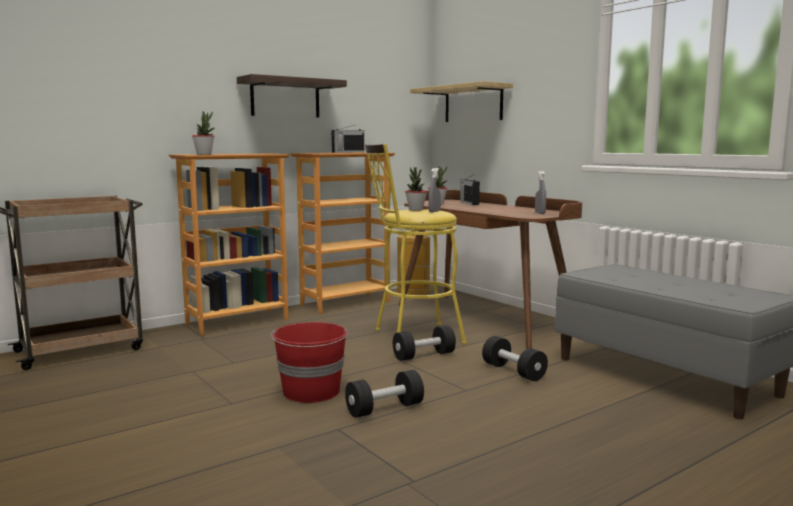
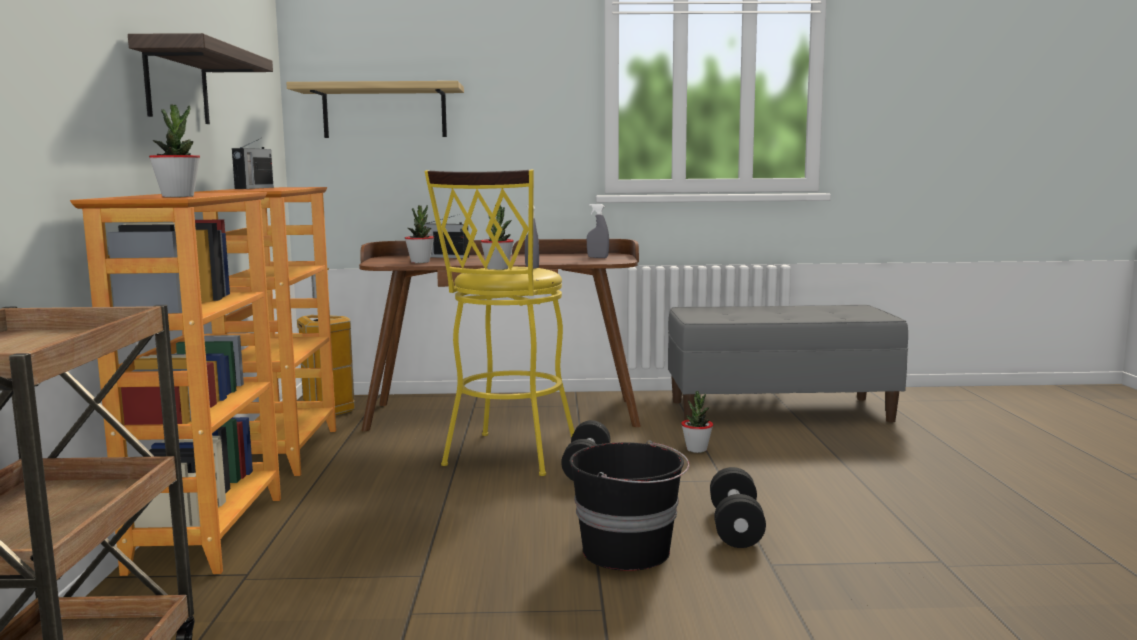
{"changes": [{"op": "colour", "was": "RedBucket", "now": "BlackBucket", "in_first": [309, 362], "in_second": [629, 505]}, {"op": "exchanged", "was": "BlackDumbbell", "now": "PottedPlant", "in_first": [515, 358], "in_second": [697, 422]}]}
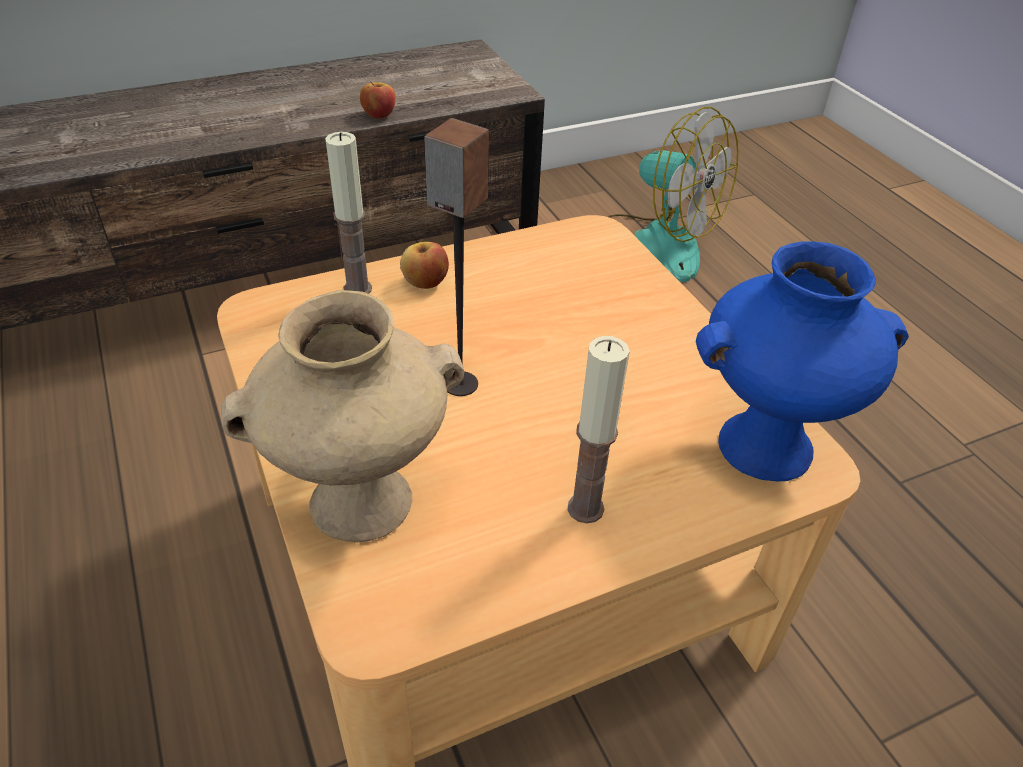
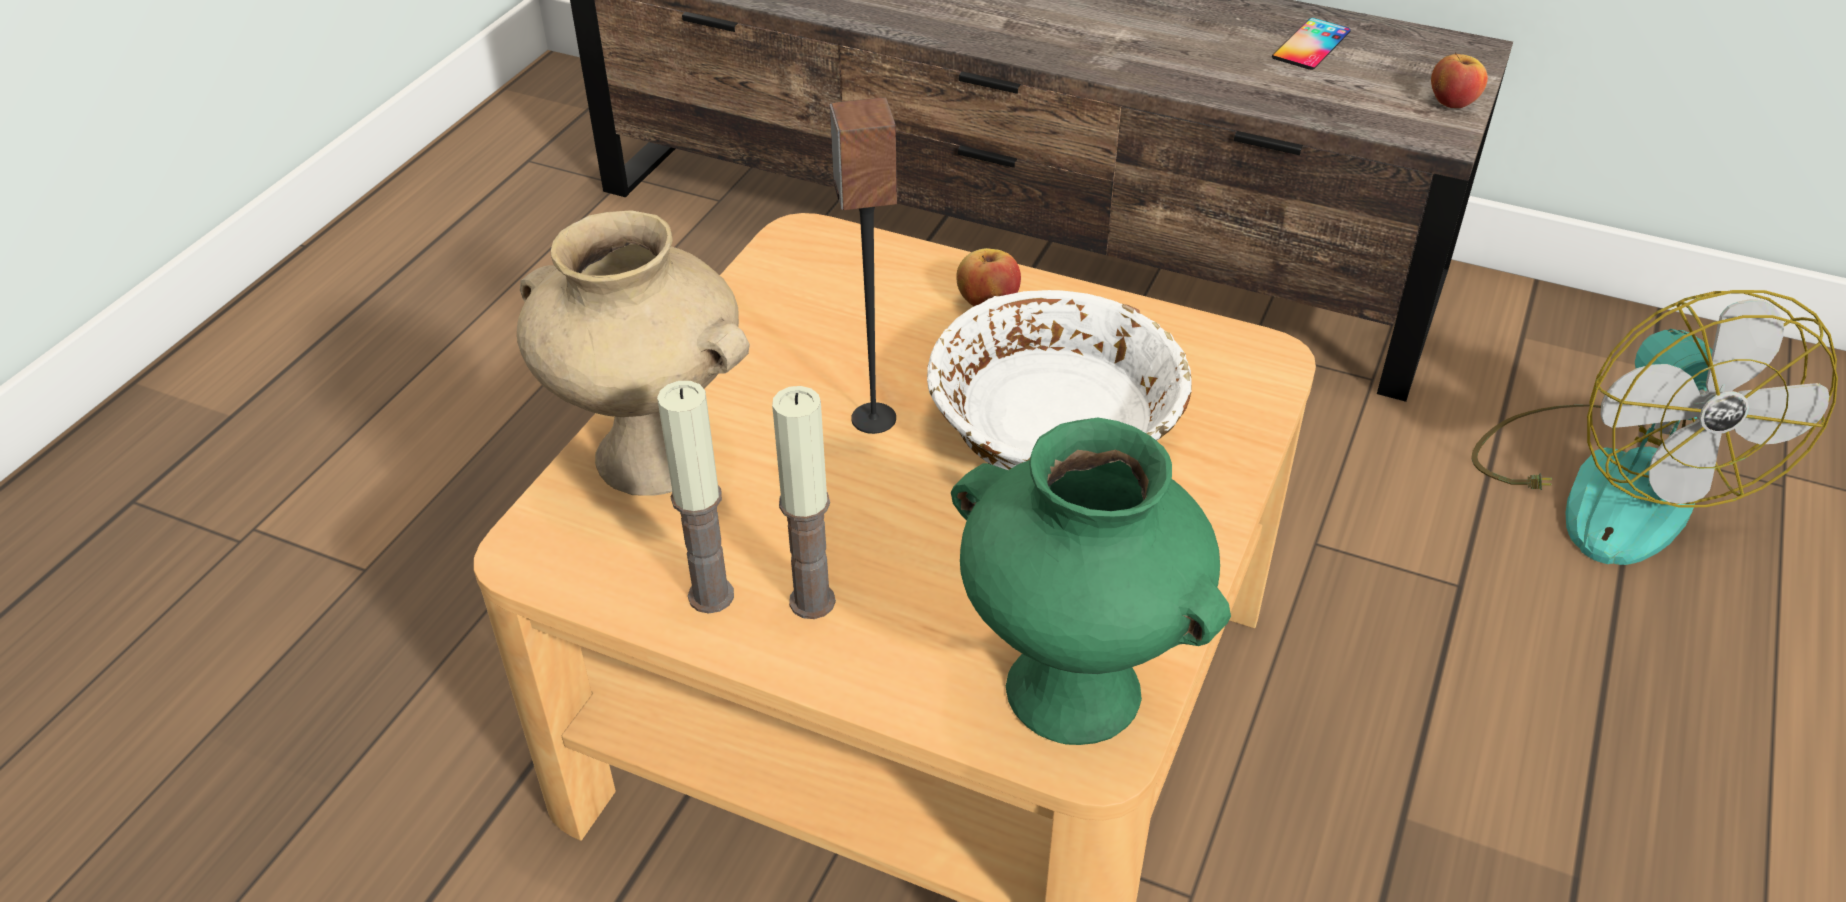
{"changes": [{"op": "relocated", "was": "Apple", "in_first": [378, 100], "in_second": [1459, 80]}, {"op": "relocated", "was": "Candle", "in_first": [348, 213], "in_second": [695, 497]}, {"op": "colour", "was": "BlueVase", "now": "GreenVase", "in_first": [802, 361], "in_second": [1091, 581]}, {"op": "appeared", "now": "Phone", "in_second": [1311, 44]}, {"op": "appeared", "now": "WhiteBowl", "in_second": [1059, 380]}]}
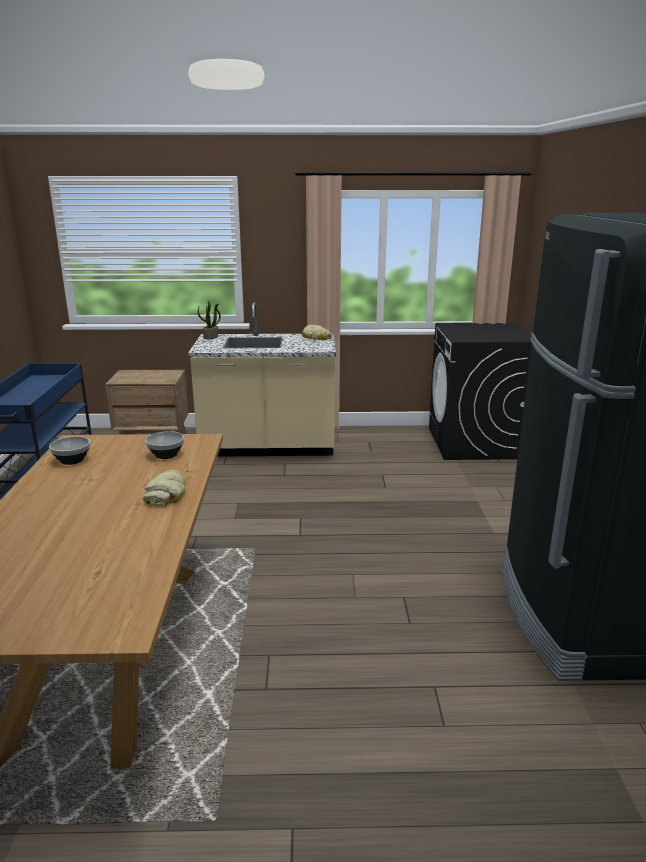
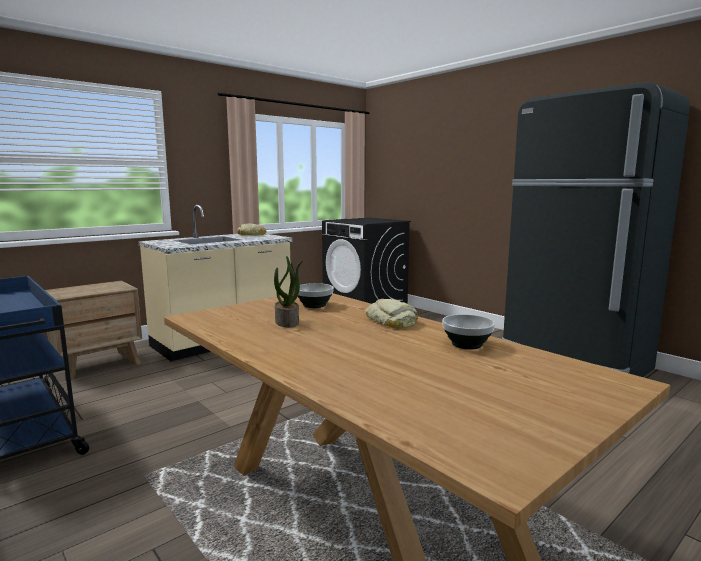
{"changes": [{"op": "relocated", "was": "PottedPlant", "in_first": [209, 319], "in_second": [289, 291]}, {"op": "relocated", "was": "Bowl", "in_first": [69, 450], "in_second": [468, 332]}]}
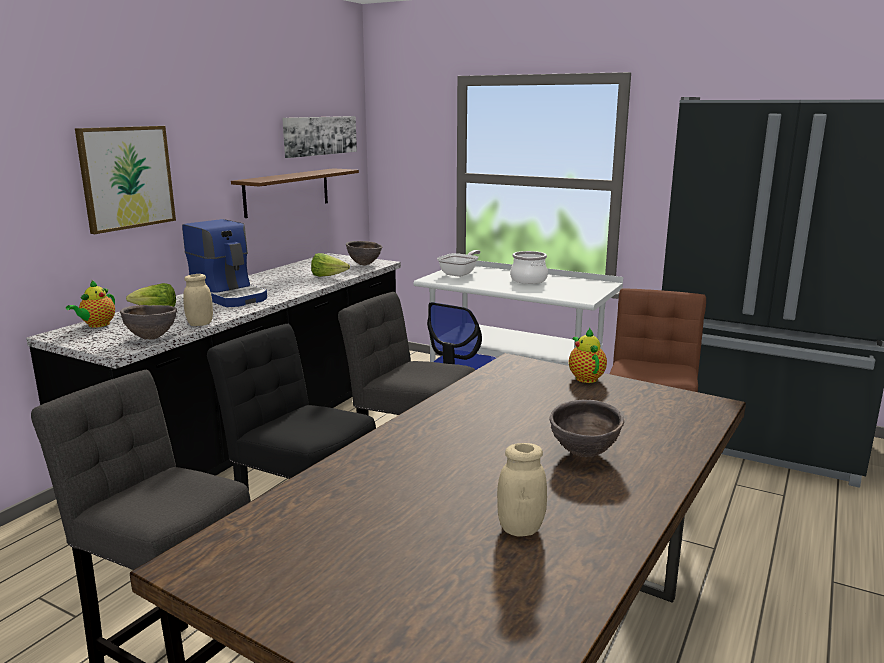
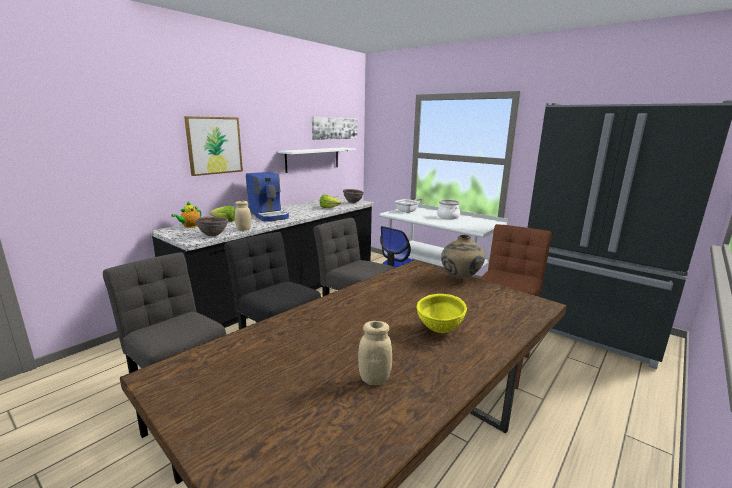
{"changes": [{"op": "colour", "was": "BrownShelf", "now": "WhiteShelf", "in_first": [295, 193], "in_second": [317, 160]}, {"op": "exchanged", "was": "Teapot", "now": "BeigeVase", "in_first": [588, 355], "in_second": [463, 257]}, {"op": "colour", "was": "BrownBowl", "now": "YellowBowl", "in_first": [586, 428], "in_second": [442, 313]}]}
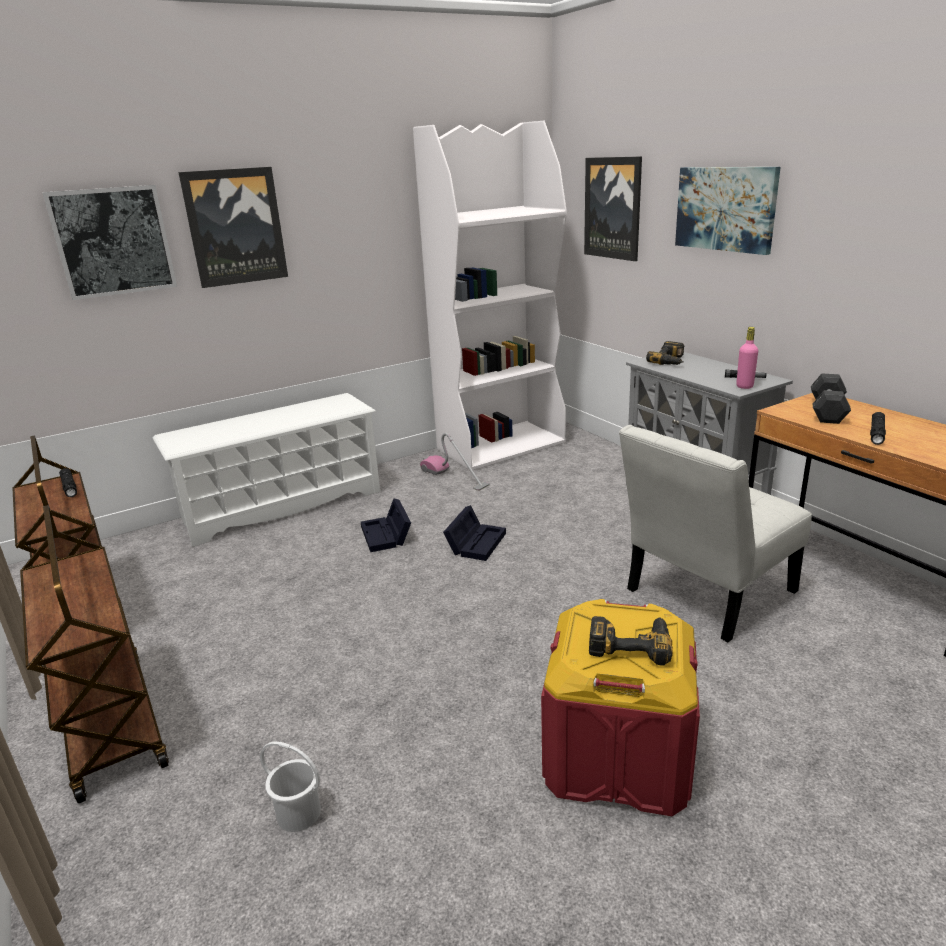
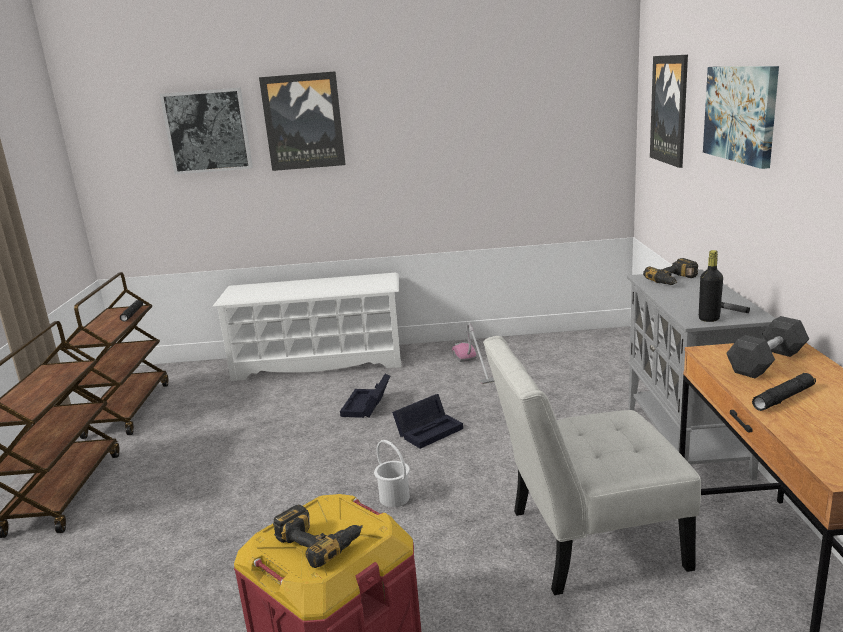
{"changes": [{"op": "missing", "was": "WhiteBookcase", "in_first": [490, 295]}, {"op": "colour", "was": "PinkBottle", "now": "BlackBottle", "in_first": [747, 358], "in_second": [711, 286]}, {"op": "relocated", "was": "WhiteBucket", "in_first": [290, 787], "in_second": [392, 473]}]}
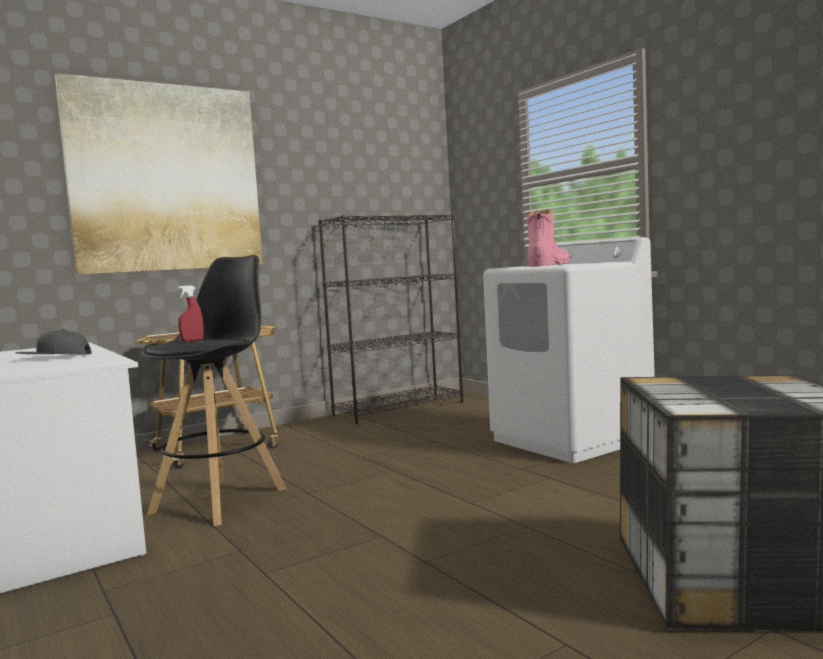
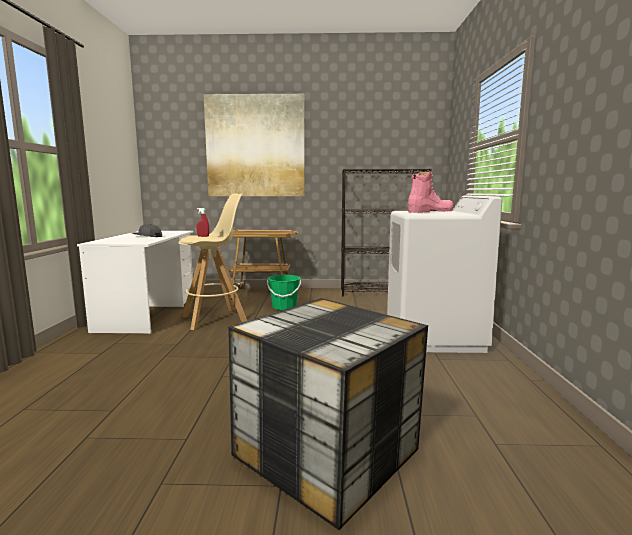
{"changes": [{"op": "colour", "was": "BlackStool", "now": "BeigeStool", "in_first": [214, 390], "in_second": [212, 261]}, {"op": "appeared", "now": "GreenBucket", "in_second": [284, 292]}]}
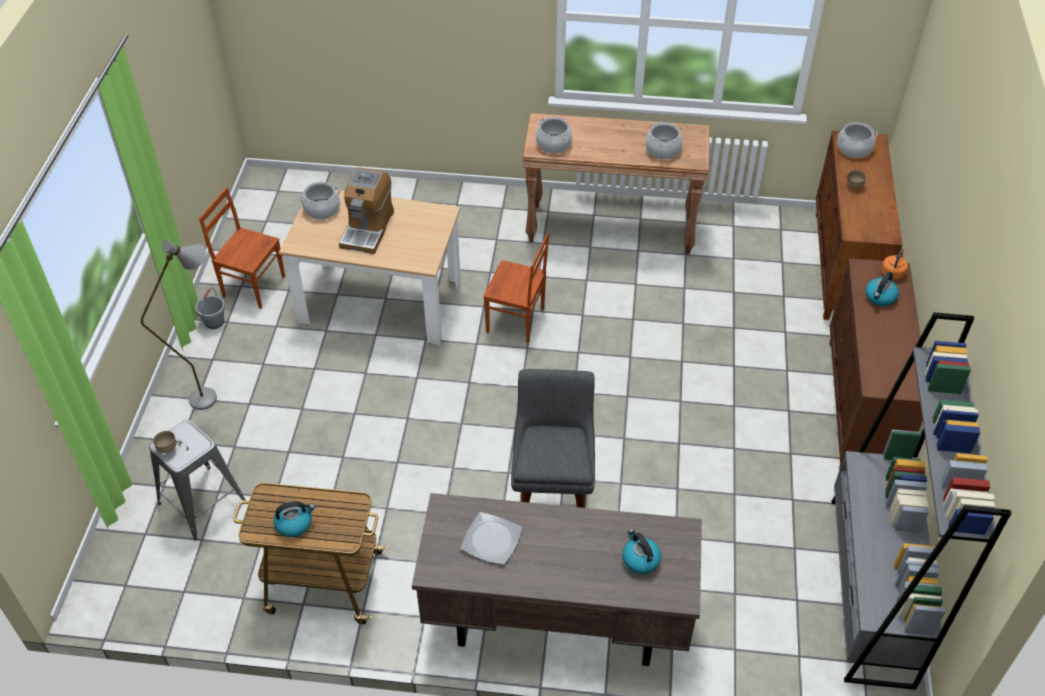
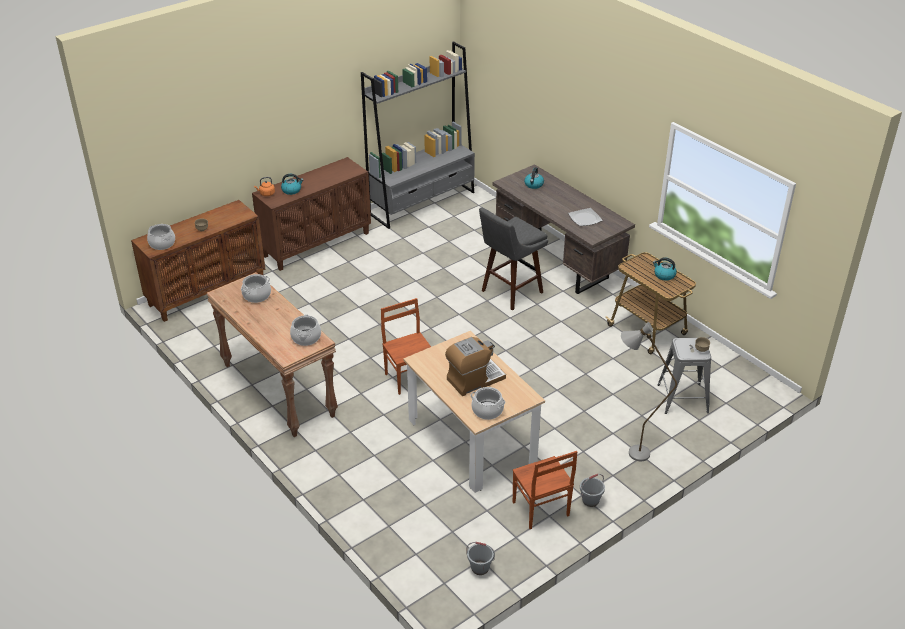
{"changes": [{"op": "appeared", "now": "GreyBucket", "in_second": [480, 558]}]}
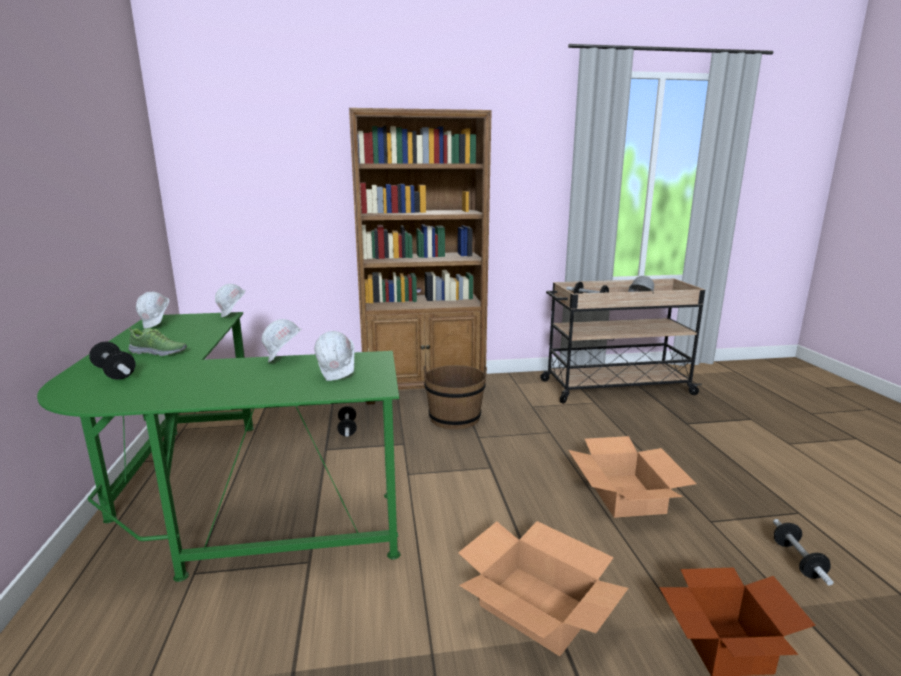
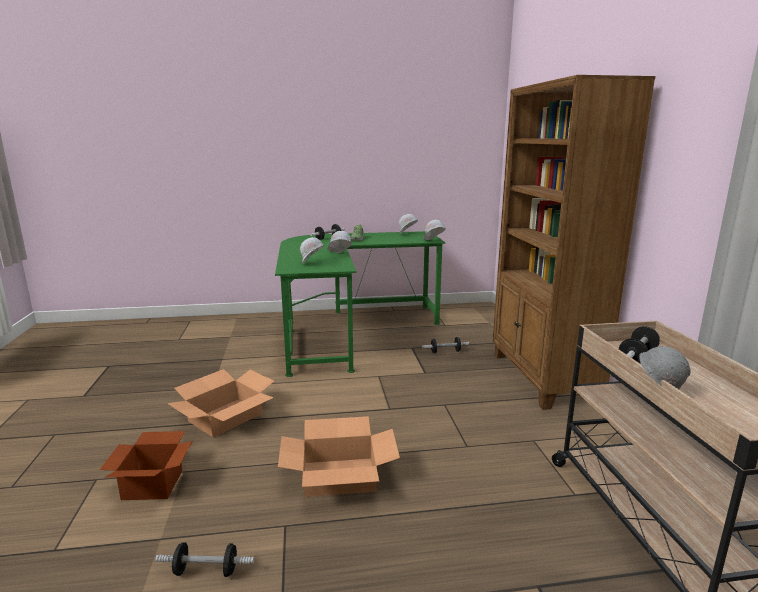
{"changes": [{"op": "missing", "was": "BrownBucket", "in_first": [455, 397]}]}
